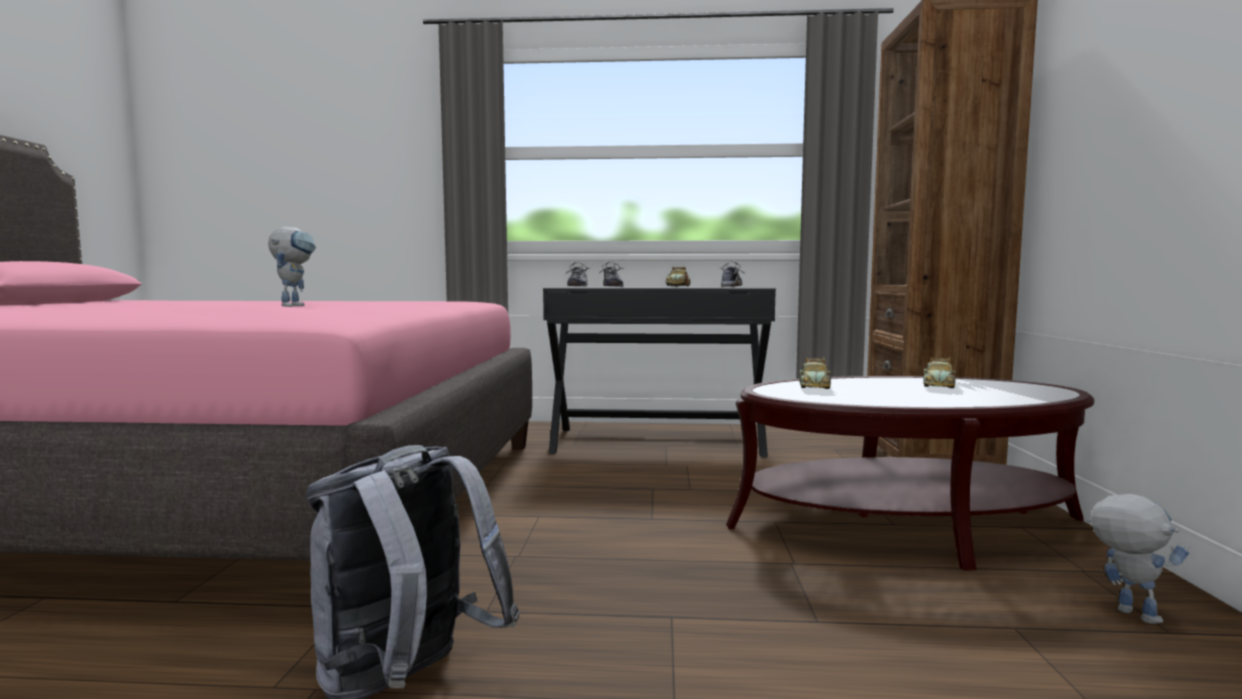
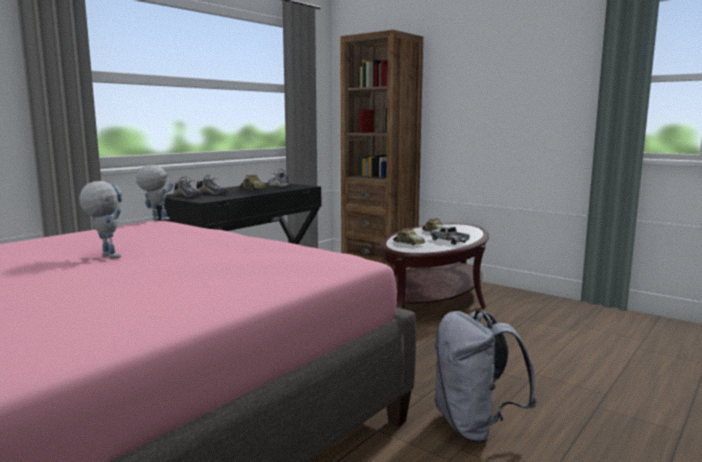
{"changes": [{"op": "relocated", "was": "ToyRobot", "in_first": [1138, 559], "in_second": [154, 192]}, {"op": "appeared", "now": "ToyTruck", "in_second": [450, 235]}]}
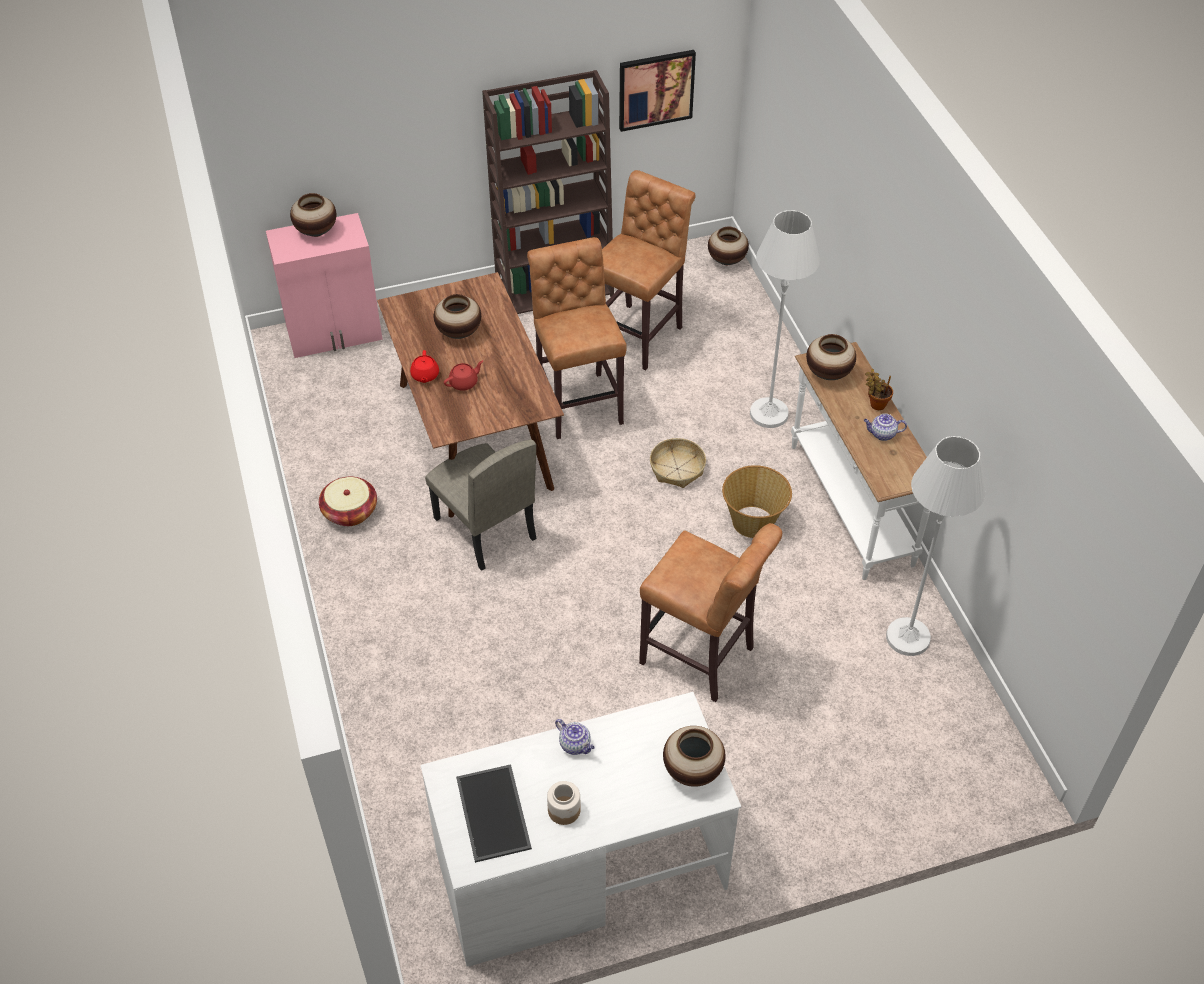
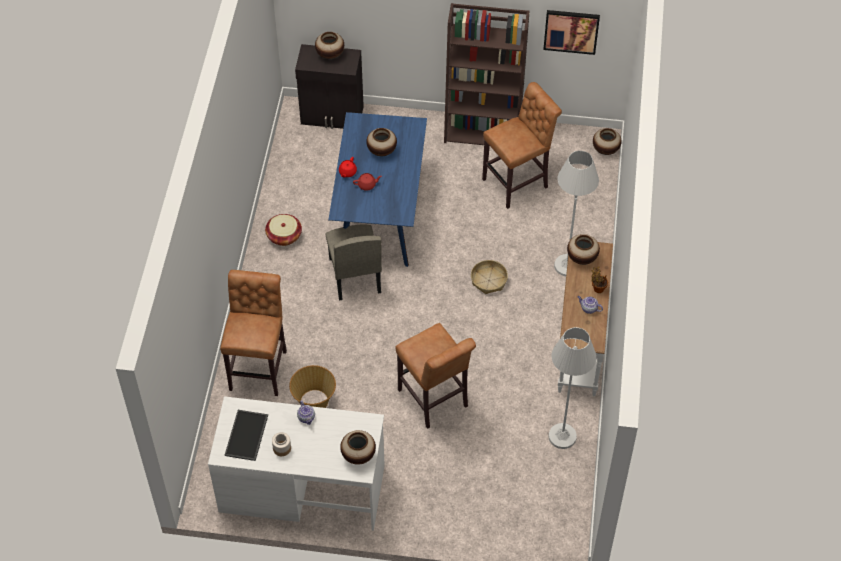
{"changes": [{"op": "colour", "was": "PinkCabinet", "now": "BlackCabinet", "in_first": [324, 285], "in_second": [329, 86]}, {"op": "relocated", "was": "BrownStool", "in_first": [577, 338], "in_second": [253, 333]}, {"op": "colour", "was": "BrownDiningTable", "now": "BlueDiningTable", "in_first": [470, 394], "in_second": [377, 189]}, {"op": "relocated", "was": "Basket", "in_first": [757, 501], "in_second": [312, 386]}]}
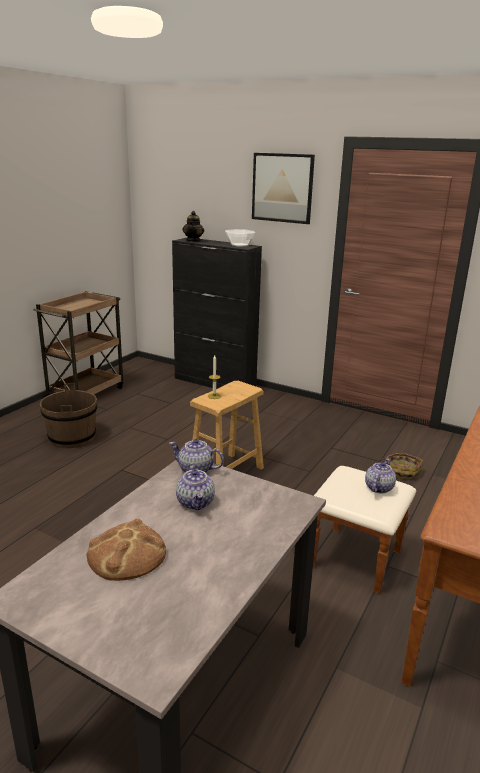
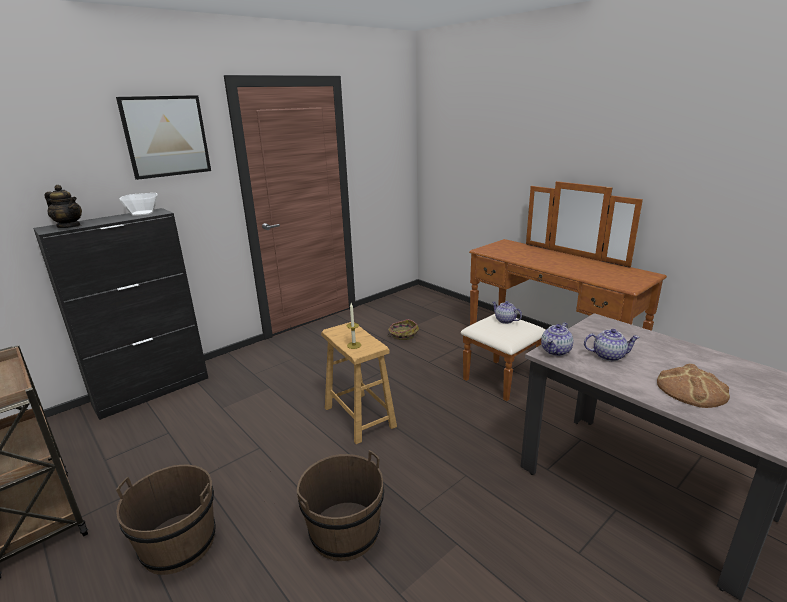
{"changes": [{"op": "appeared", "now": "BrownBucket", "in_second": [340, 505]}]}
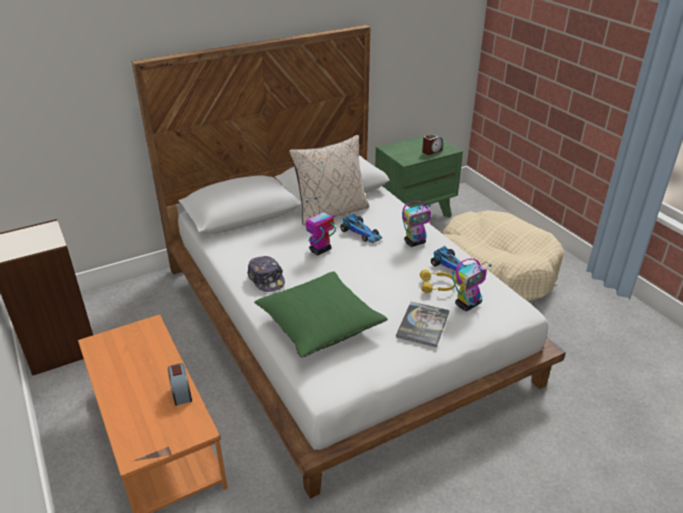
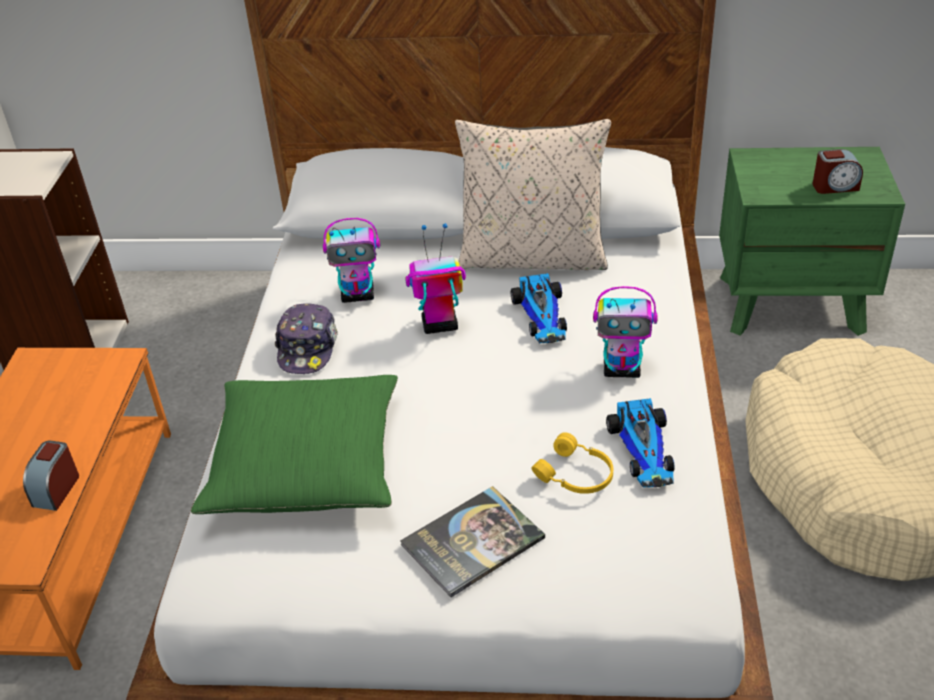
{"changes": [{"op": "relocated", "was": "ToyRobot", "in_first": [472, 284], "in_second": [351, 260]}]}
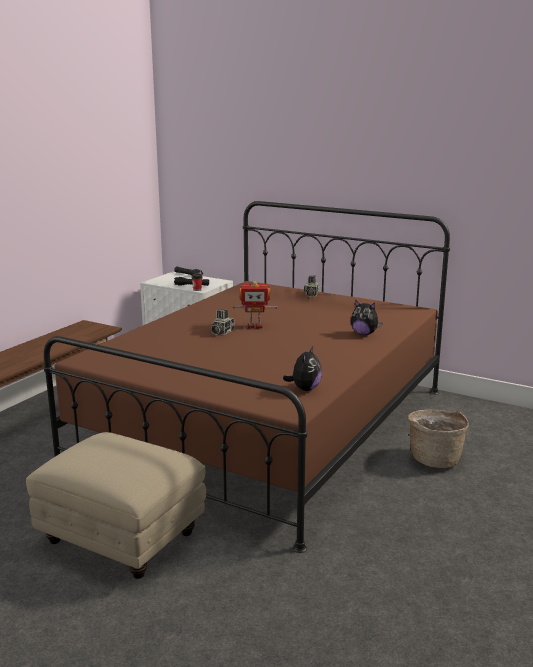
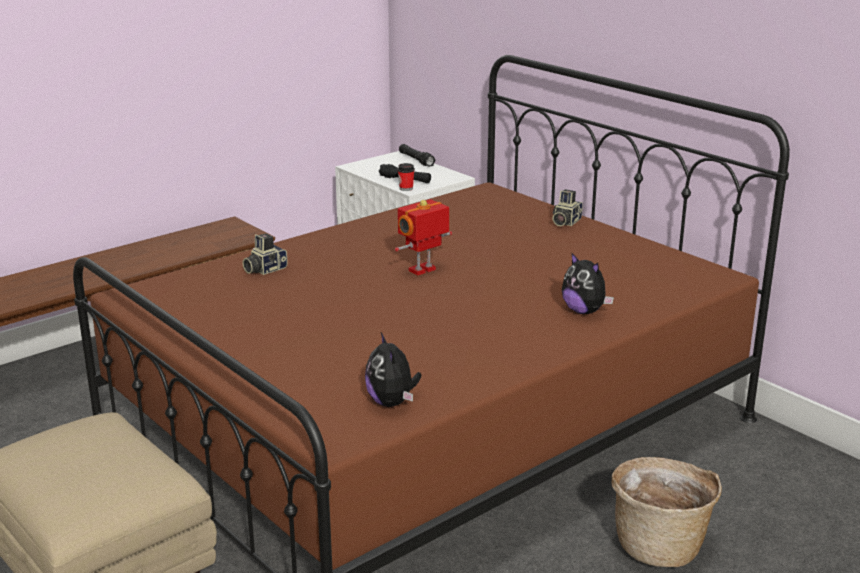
{"changes": [{"op": "spun", "was": "ToyRobot", "in_first": [255, 304], "in_second": [423, 237], "clockwise": 120}, {"op": "relocated", "was": "PhotoCamera", "in_first": [222, 322], "in_second": [265, 254]}, {"op": "spun", "was": "PlushToy", "in_first": [302, 369], "in_second": [393, 370], "clockwise": 120}]}
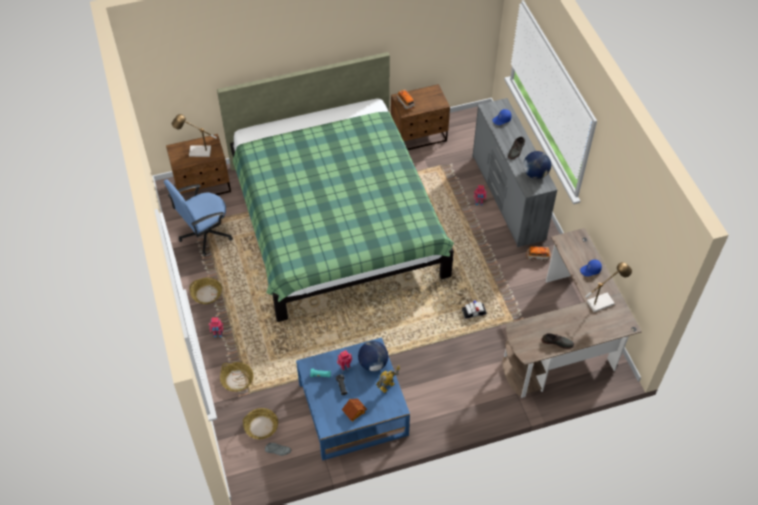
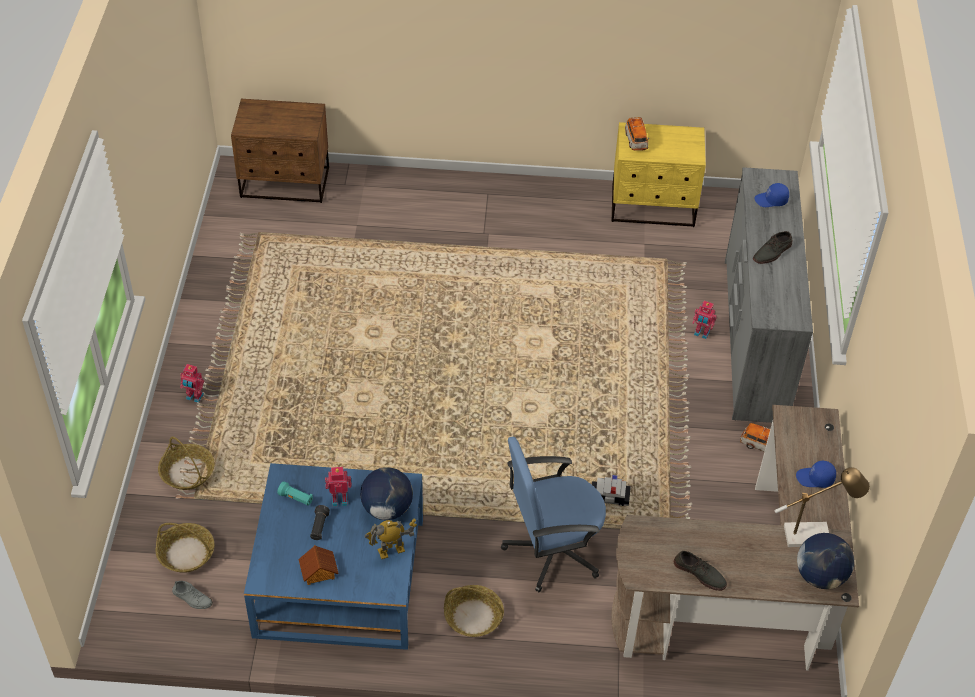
{"changes": [{"op": "missing", "was": "GreenBed", "in_first": [335, 187]}, {"op": "colour", "was": "BrownNightstand", "now": "YellowNightstand", "in_first": [420, 117], "in_second": [658, 174]}, {"op": "missing", "was": "TableLamp", "in_first": [194, 135]}, {"op": "relocated", "was": "Globe", "in_first": [537, 165], "in_second": [825, 561]}, {"op": "relocated", "was": "BlueOfficeChair", "in_first": [198, 217], "in_second": [553, 514]}, {"op": "relocated", "was": "Basket", "in_first": [205, 291], "in_second": [474, 611]}]}
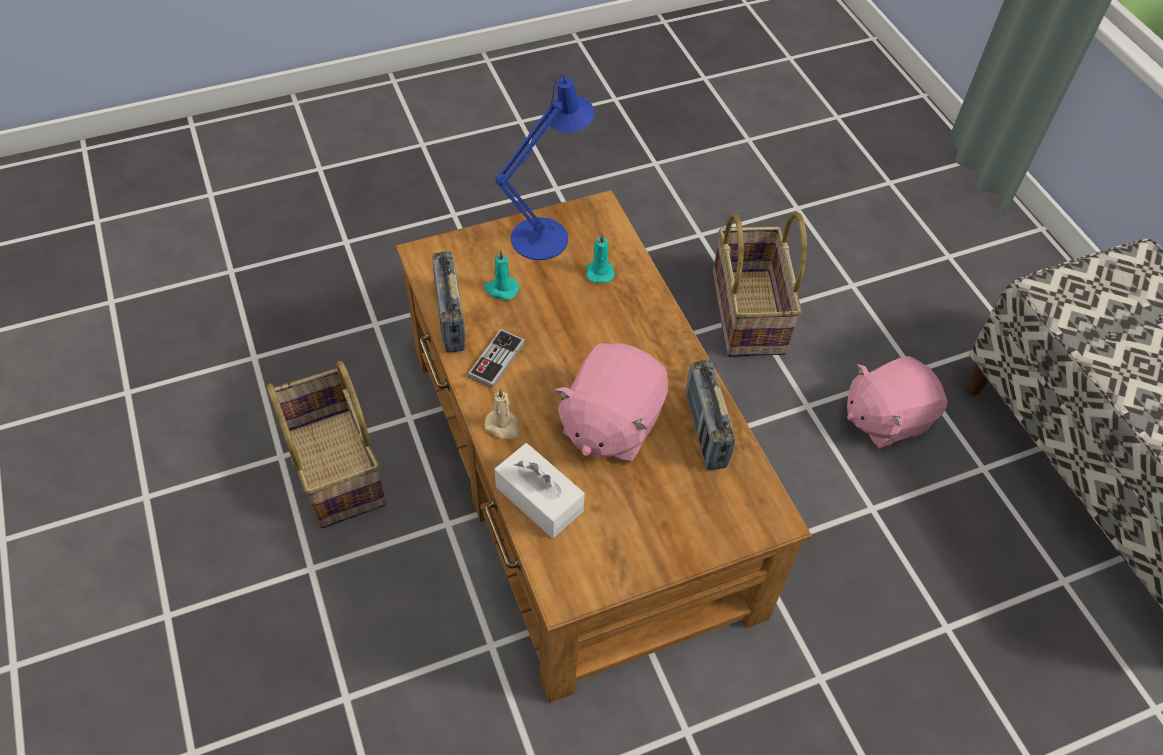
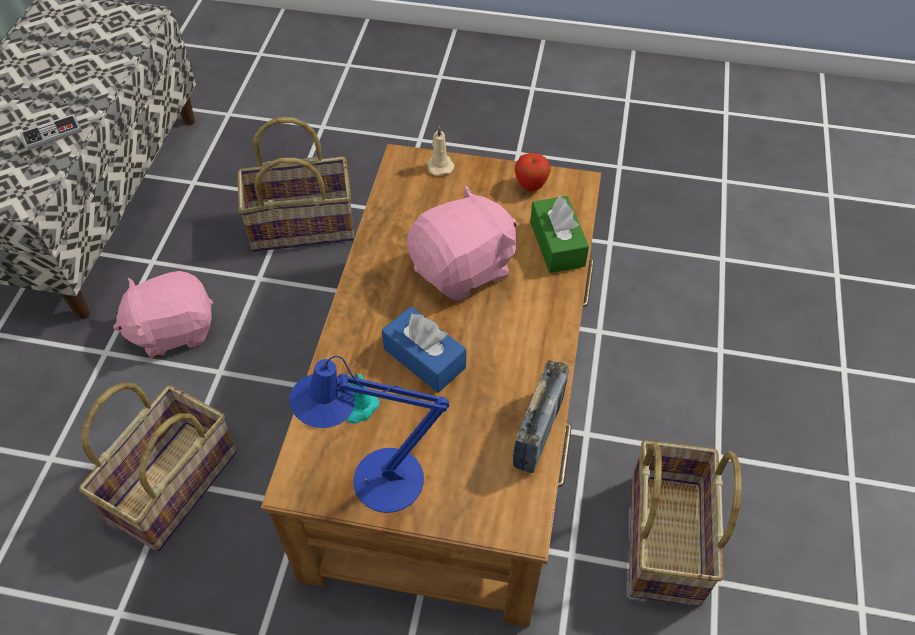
{"changes": [{"op": "missing", "was": "TurquoiseCandle", "in_first": [501, 275]}, {"op": "relocated", "was": "GameController", "in_first": [496, 358], "in_second": [51, 132]}, {"op": "spun", "was": "PinkPlushToy", "in_first": [897, 402], "in_second": [163, 314], "clockwise": 150}, {"op": "missing", "was": "Radio", "in_first": [710, 415]}, {"op": "relocated", "was": "BeigeCandle", "in_first": [502, 413], "in_second": [441, 151]}, {"op": "colour", "was": "WhiteTissueBox", "now": "GreenTissueBox", "in_first": [540, 490], "in_second": [559, 234]}, {"op": "appeared", "now": "Basket", "in_second": [296, 184]}, {"op": "appeared", "now": "Apple", "in_second": [532, 172]}, {"op": "appeared", "now": "BlueTissueBox", "in_second": [424, 349]}]}
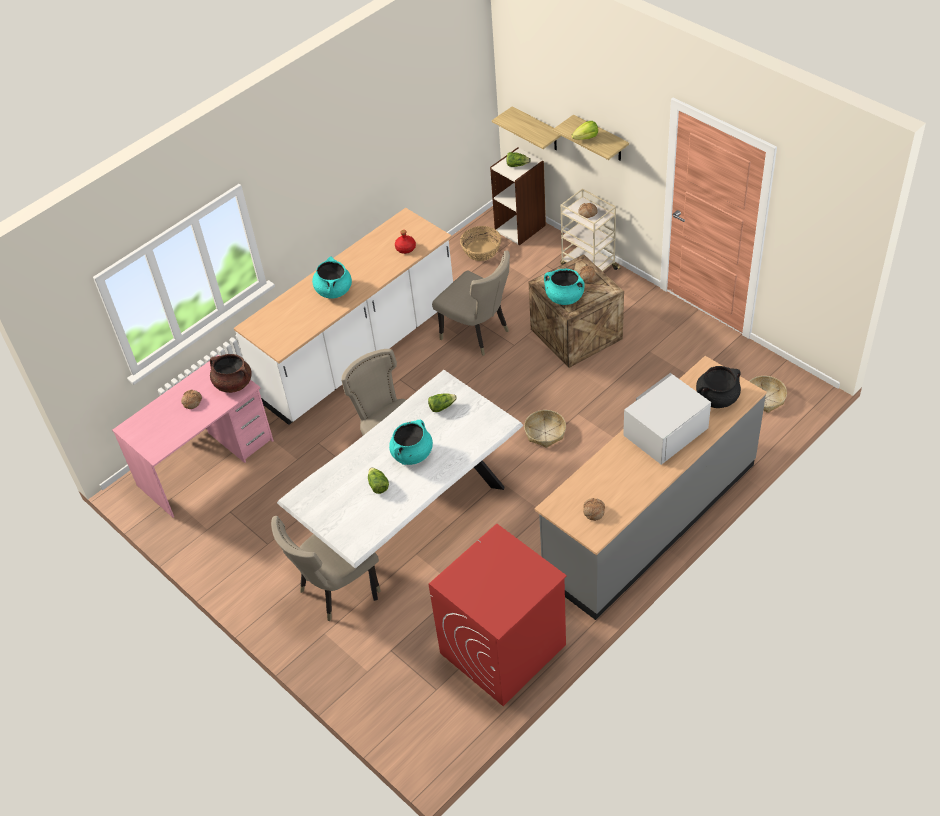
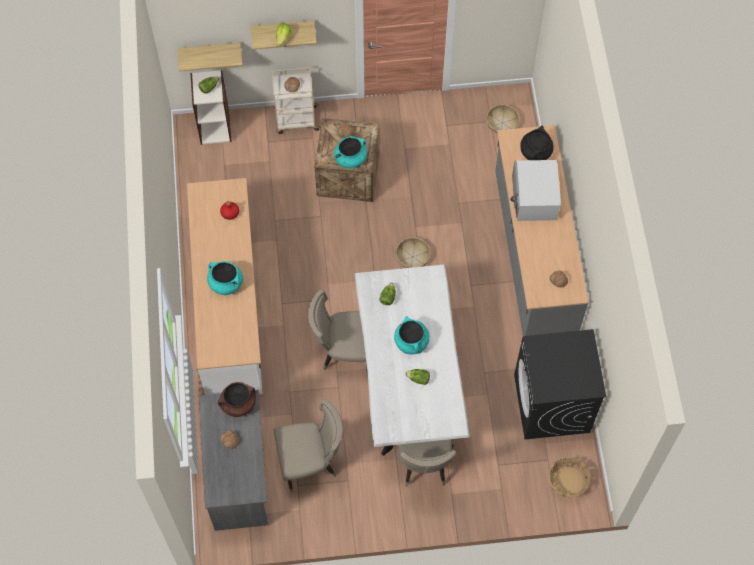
{"changes": [{"op": "relocated", "was": "Basket", "in_first": [480, 243], "in_second": [570, 477]}, {"op": "relocated", "was": "BeigeChair", "in_first": [471, 303], "in_second": [308, 445]}, {"op": "colour", "was": "PinkDesk", "now": "GreyDesk", "in_first": [193, 436], "in_second": [233, 460]}, {"op": "colour", "was": "RedWashingMachine", "now": "BlackWashingMachine", "in_first": [497, 614], "in_second": [560, 384]}]}
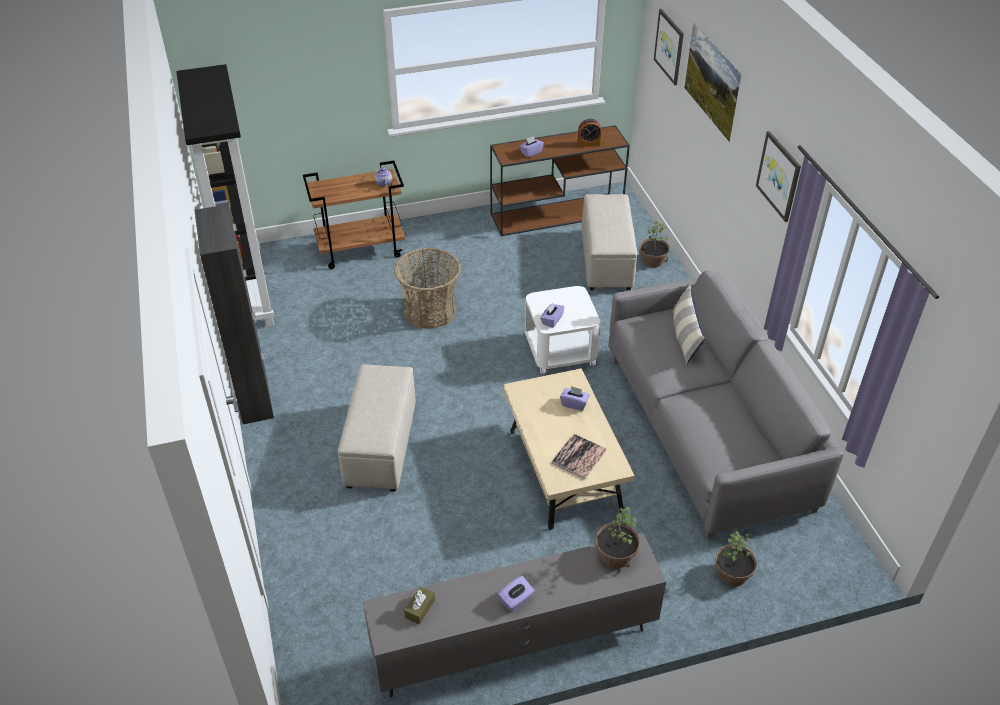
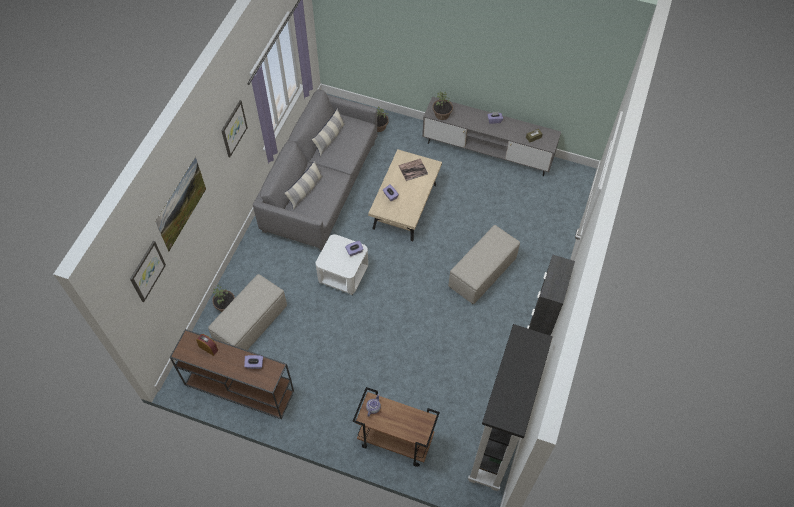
{"changes": [{"op": "missing", "was": "Basket", "in_first": [427, 288]}, {"op": "appeared", "now": "Pillow", "in_second": [328, 132]}]}
